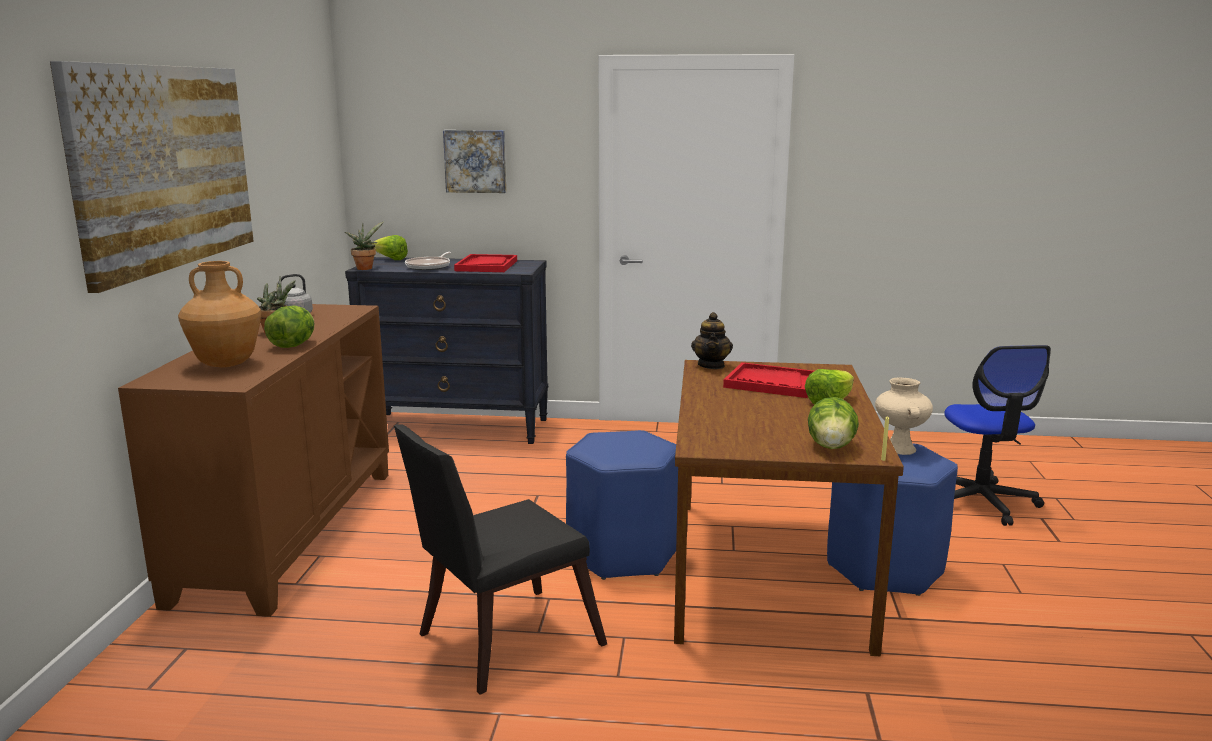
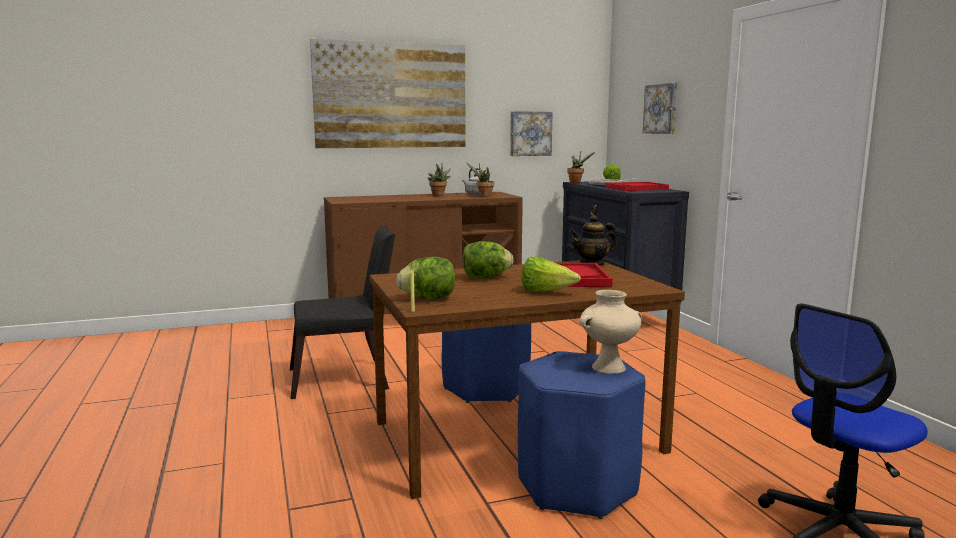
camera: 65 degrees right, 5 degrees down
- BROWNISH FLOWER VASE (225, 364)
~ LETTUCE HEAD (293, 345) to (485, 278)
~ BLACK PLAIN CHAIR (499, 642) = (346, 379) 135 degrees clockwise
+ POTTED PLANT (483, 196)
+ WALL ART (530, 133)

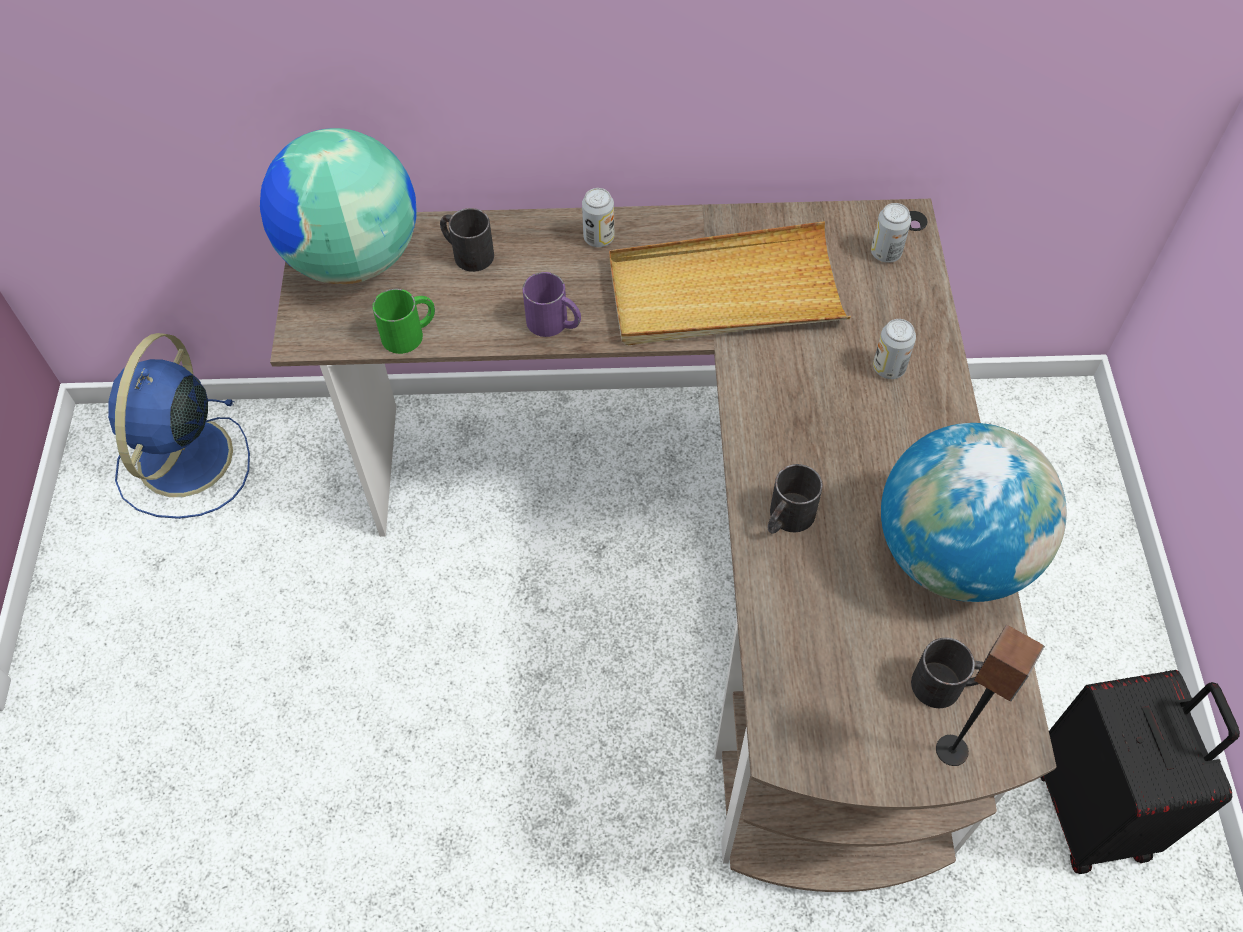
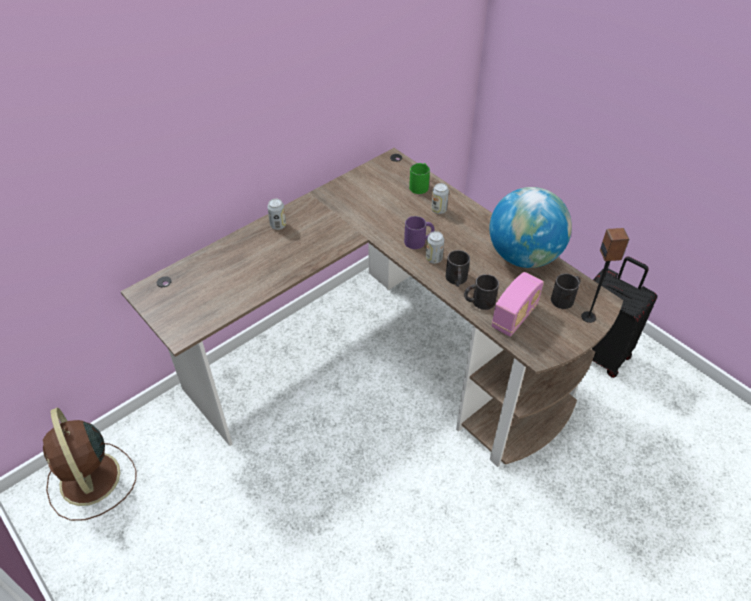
camera: 40 degrees left, 10 degrees down
~ BLUE FAN (184, 461) to BROWNISH FAN (91, 481)
- WORLD GLOBE (352, 258)
~ GREEN-COLOURED COFFEE MUG (410, 333) to (420, 185)
~ BLACK COFFEE MUG (467, 252) to (479, 301)
~ PURPLE-COLOURED COFFEE MUG (554, 323) to (419, 241)
- BEIGE-COLOURED CARRYING TRAY (724, 293)
~ SEALED CAN (885, 253) to (434, 259)
+ RADIO (514, 317)

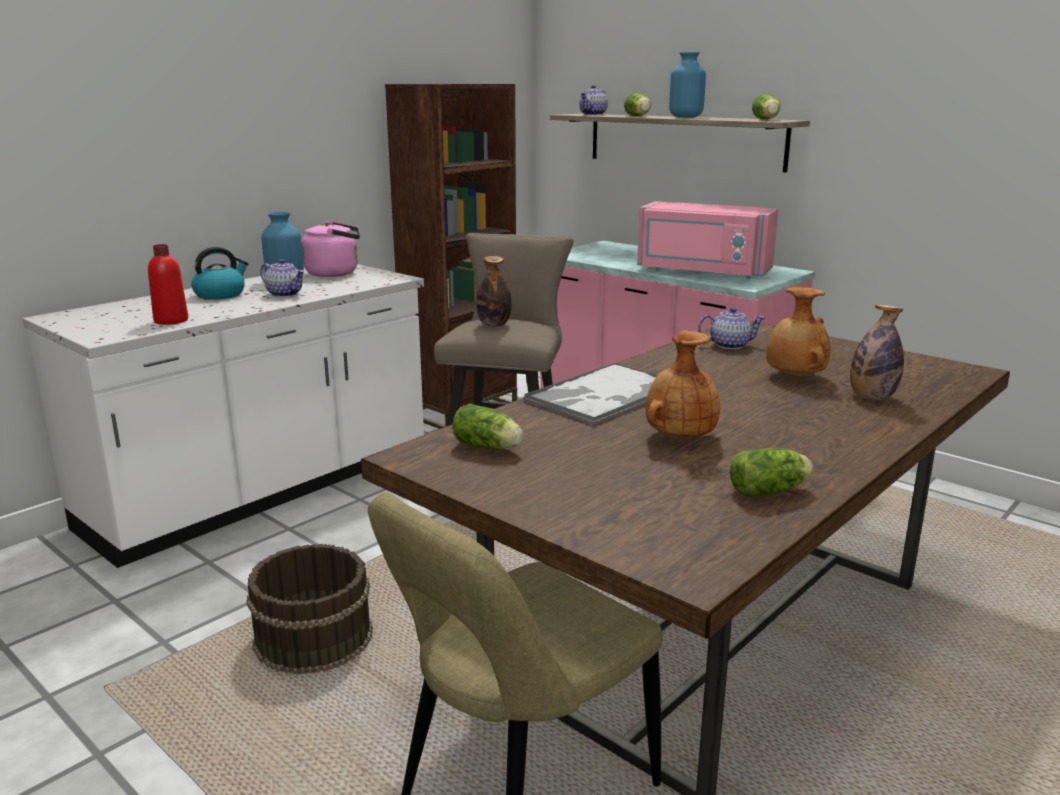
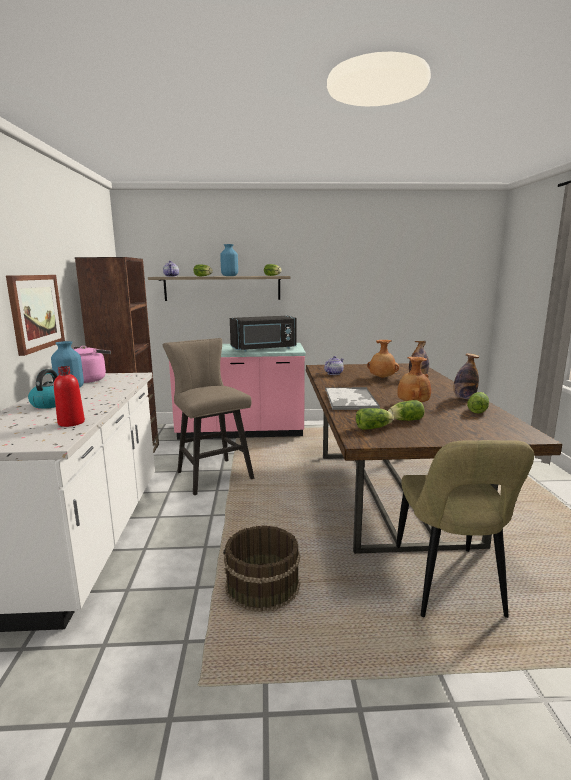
camera: 45 degrees left, 5 degrees down
- POT FOR TEA (285, 294)
~ DRINK BOTTLE (494, 325) to (464, 398)
~ PINKISH MICROWAVE OVEN (702, 272) to BLACK MICROWAVE OVEN (264, 349)
+ WALL ART (36, 312)
+ LETTUCE HEAD (404, 420)

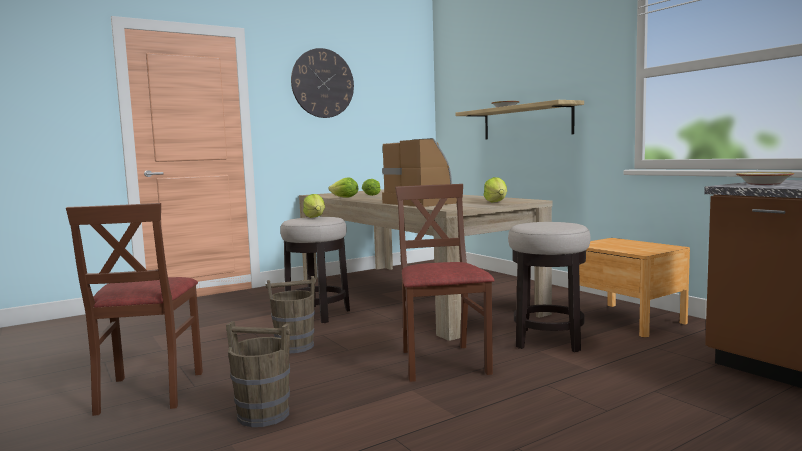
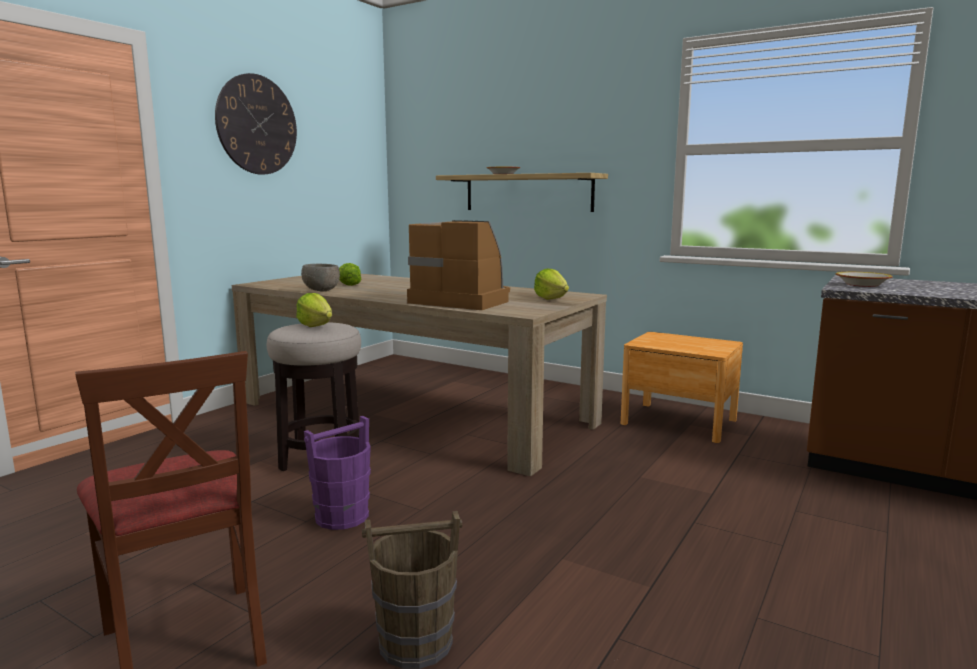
camera: 25 degrees left, 5 degrees up
~ BROWNISH PAIL (294, 346) to PURPLE-COLOURED PAIL (341, 516)
~ LETTUCE HEAD (345, 197) to GRAY DEEP DISH (321, 291)
- BROWNISH PLAIN CHAIR (442, 362)
- SITTING STOOL (548, 340)

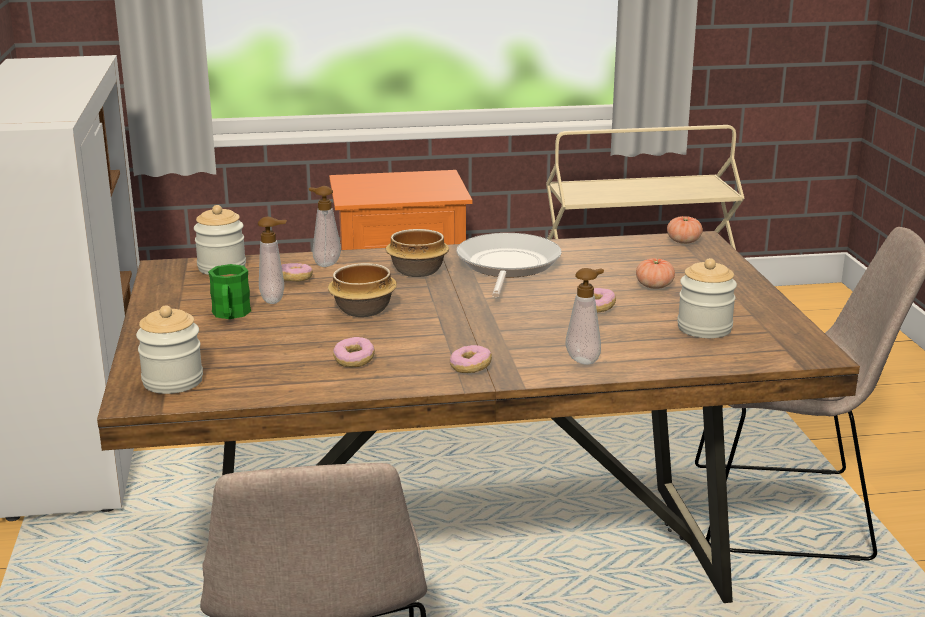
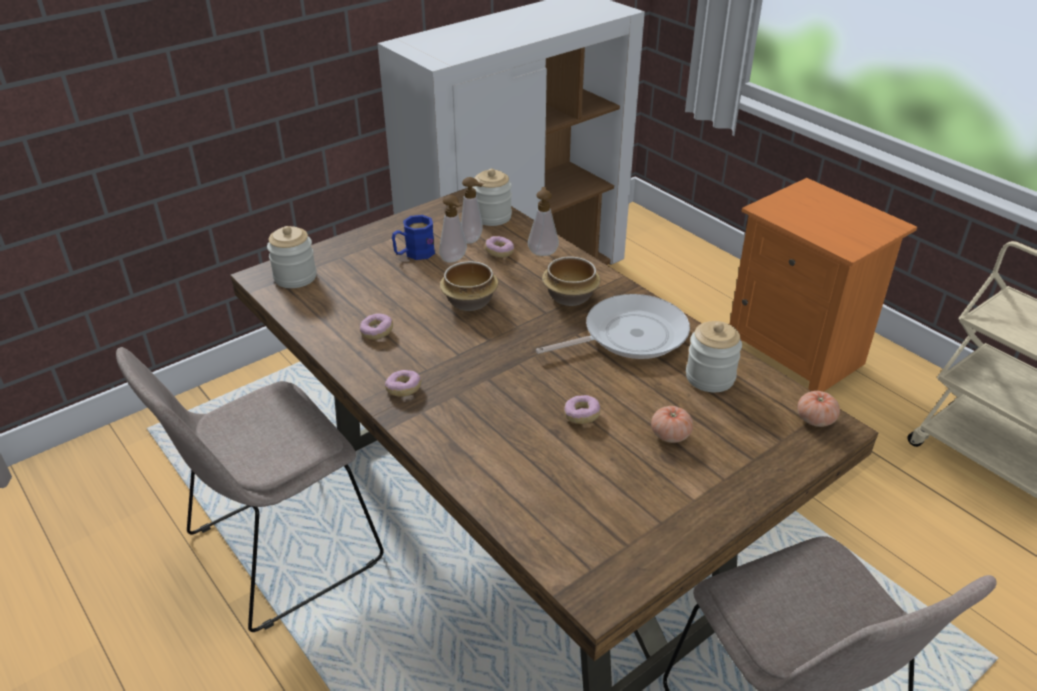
camera: 60 degrees right, 15 degrees up
~ GREEN-COLOURED COFFEE MUG (230, 315) to BLUE COFFEE MUG (414, 254)
~ SOAP BOTTLE (585, 359) to (474, 240)
~ JAR (704, 328) to (710, 377)

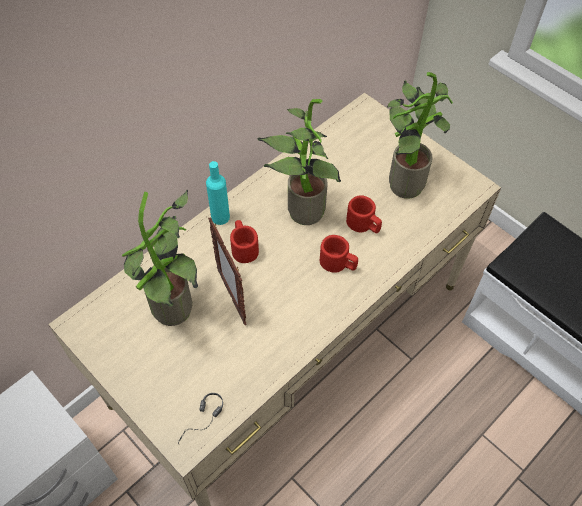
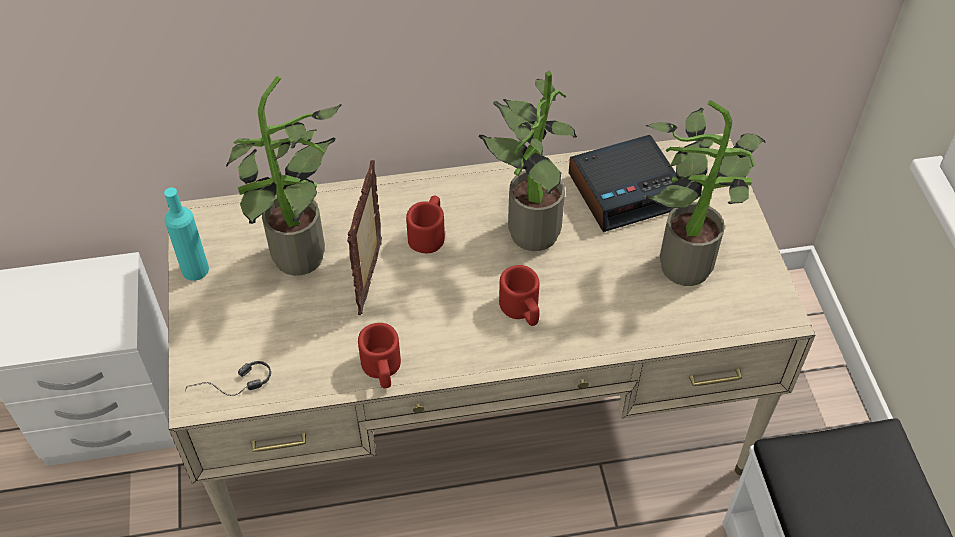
camera: 35 degrees right, 5 degrees down
~ BLUE-GREEN DRINK BOTTLE (220, 217) to (195, 270)
~ REDDISH COFFEE MUG (364, 225) to (382, 369)
+ TABLE CLOCK (625, 190)

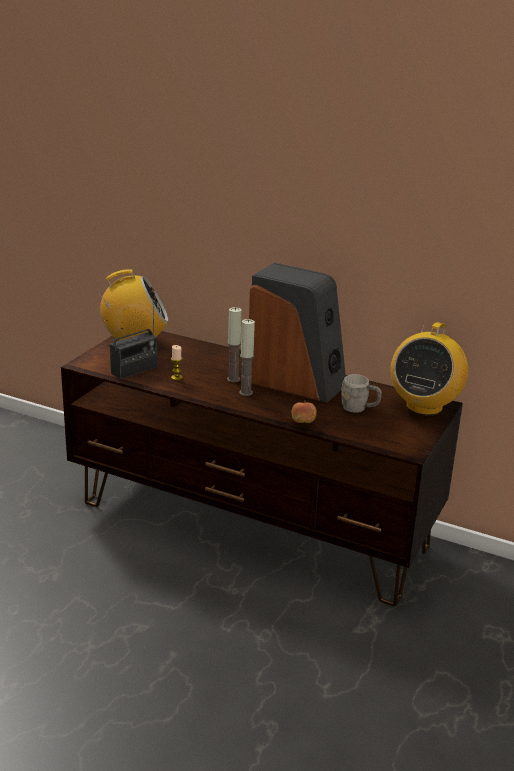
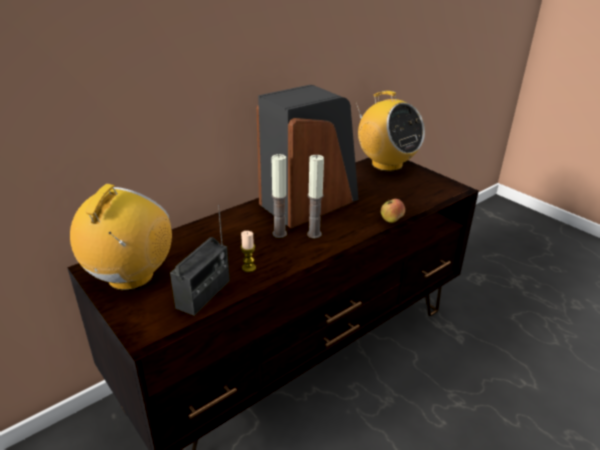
camera: 65 degrees left, 5 degrees up
~ RADIO (134, 370) = (203, 294) 45 degrees clockwise
- GRAY COFFEE MUG (359, 409)

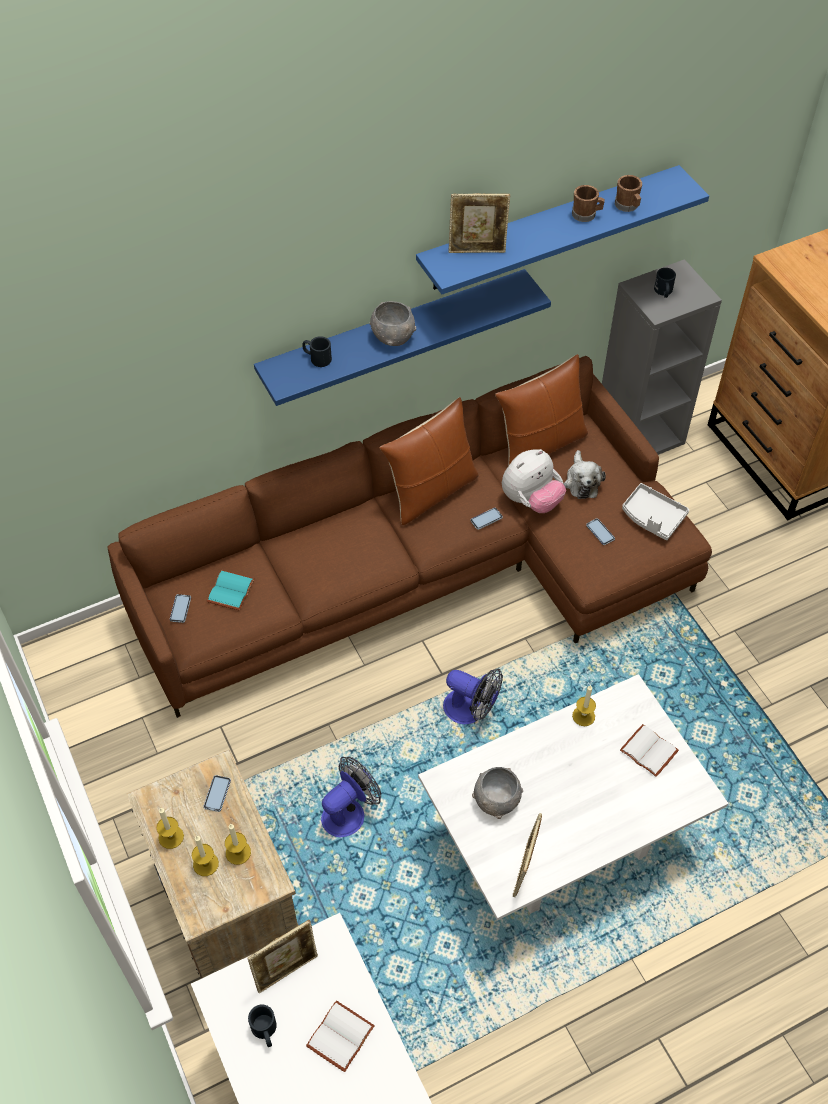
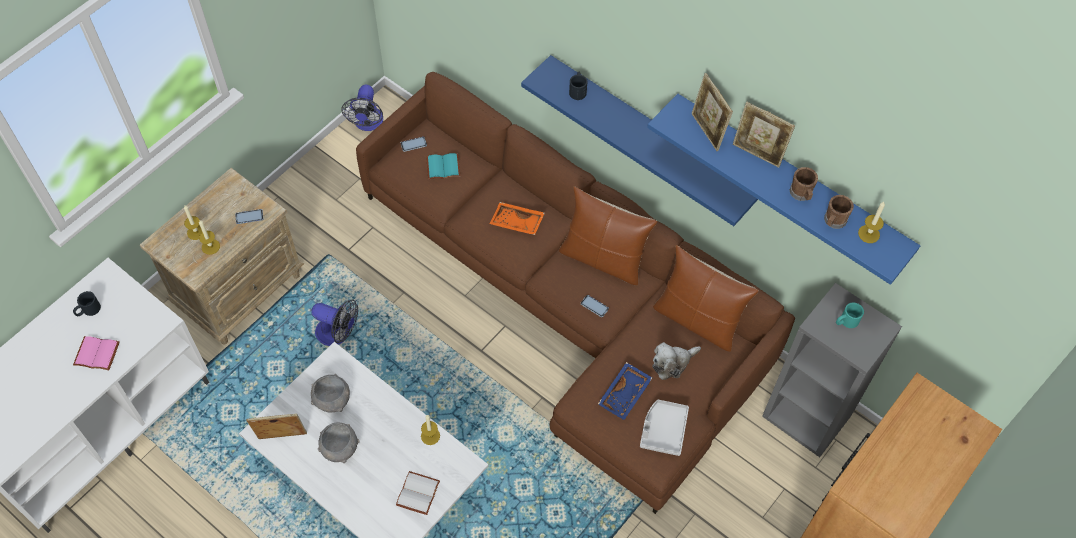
camera: 65 degrees right, 5 degrees up
~ WAX LIGHT (171, 837) to (868, 234)
~ STANDING FRAME (287, 970) to (757, 154)
~ WHITE BOOK (341, 1038) to PINKISH BOOK (96, 355)
~ GRAY DEEP DISH (393, 336) to (340, 448)
~ FAN (471, 710) to (367, 123)
- PLUSH TOY (531, 500)
~ HANDSET (600, 532) to BLUE CARRYING TRAY (625, 394)
~ BLACK COFFEE MUG (663, 292) to BLUE-GREEN COFFEE MUG (846, 321)
+ ORANGE CARRYING TRAY (516, 223)

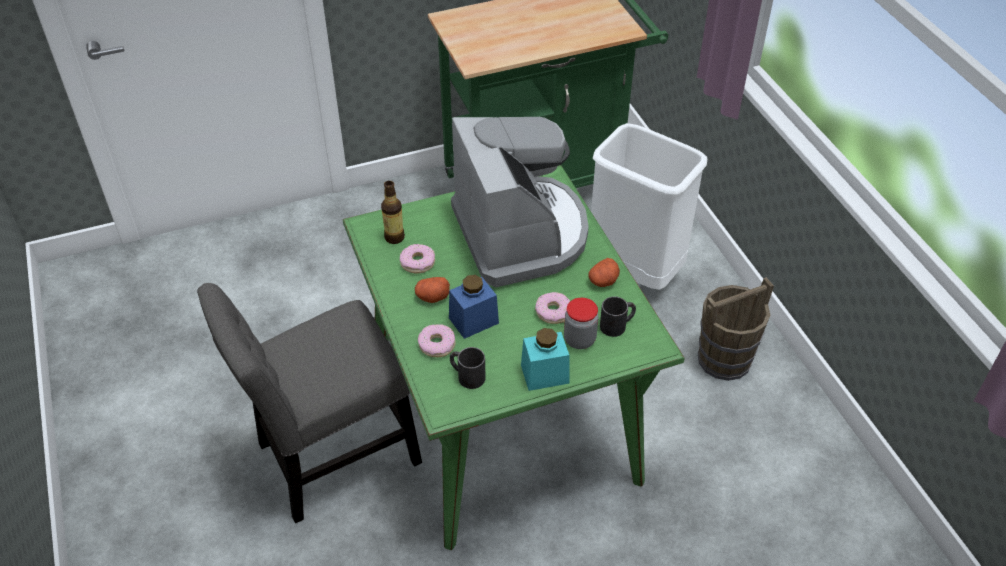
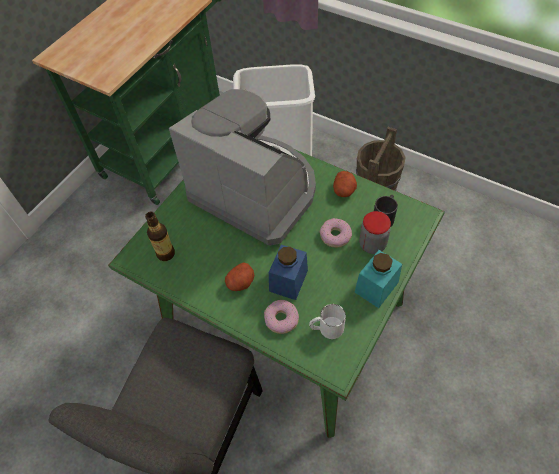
camera: 35 degrees left, 10 degrees up
- DONUT (417, 263)
~ BLACK COFFEE MUG (466, 375) to WHITE COFFEE MUG (326, 328)

